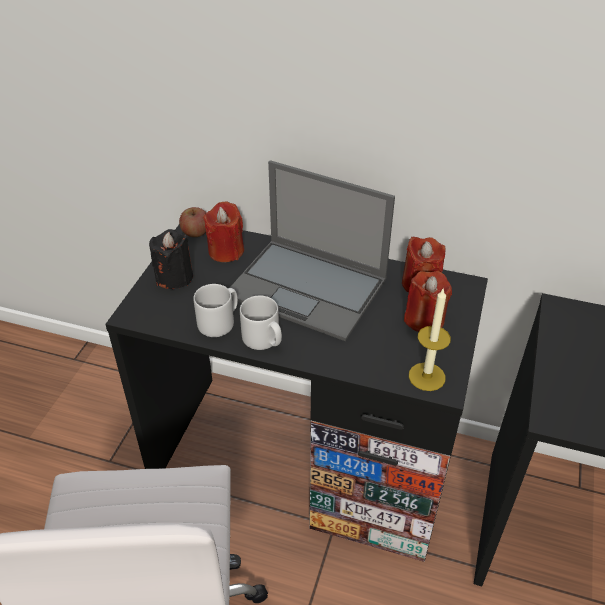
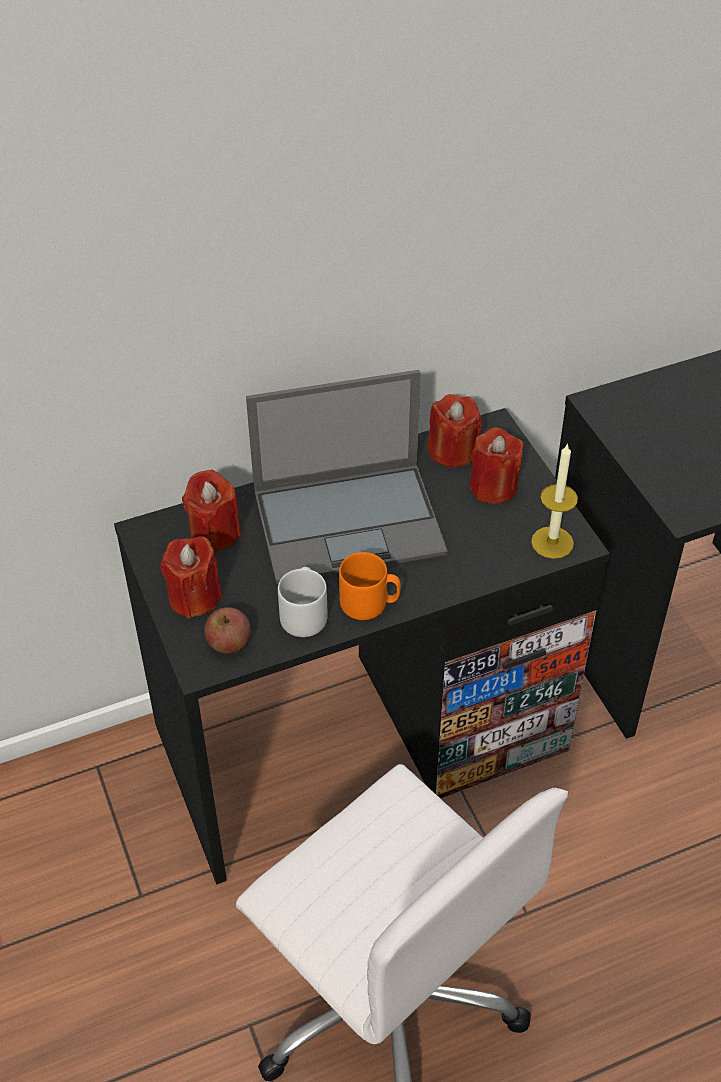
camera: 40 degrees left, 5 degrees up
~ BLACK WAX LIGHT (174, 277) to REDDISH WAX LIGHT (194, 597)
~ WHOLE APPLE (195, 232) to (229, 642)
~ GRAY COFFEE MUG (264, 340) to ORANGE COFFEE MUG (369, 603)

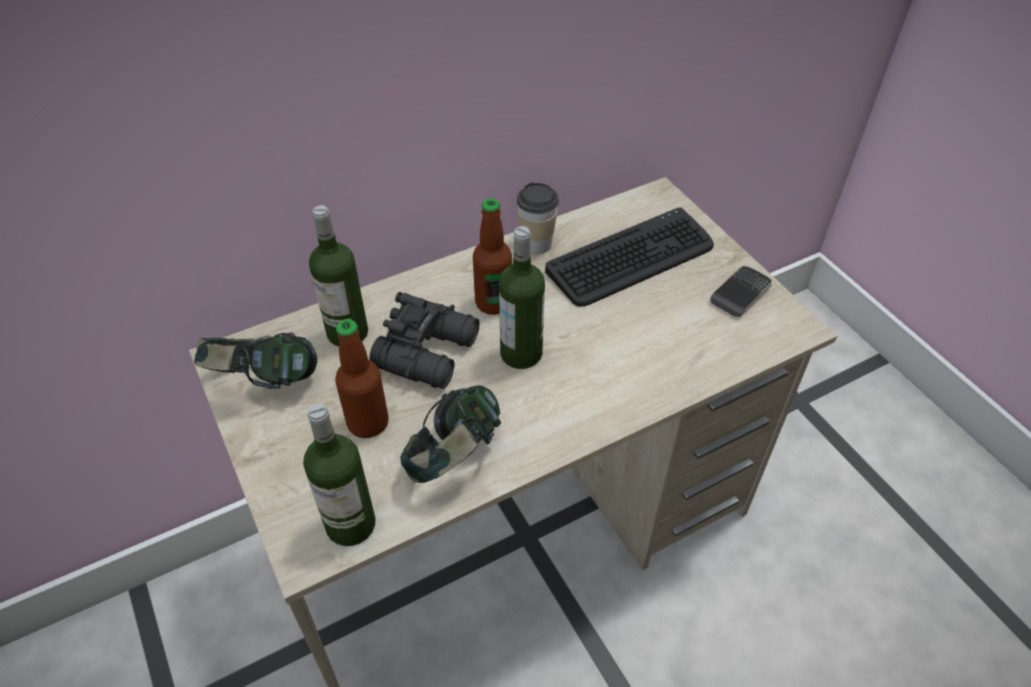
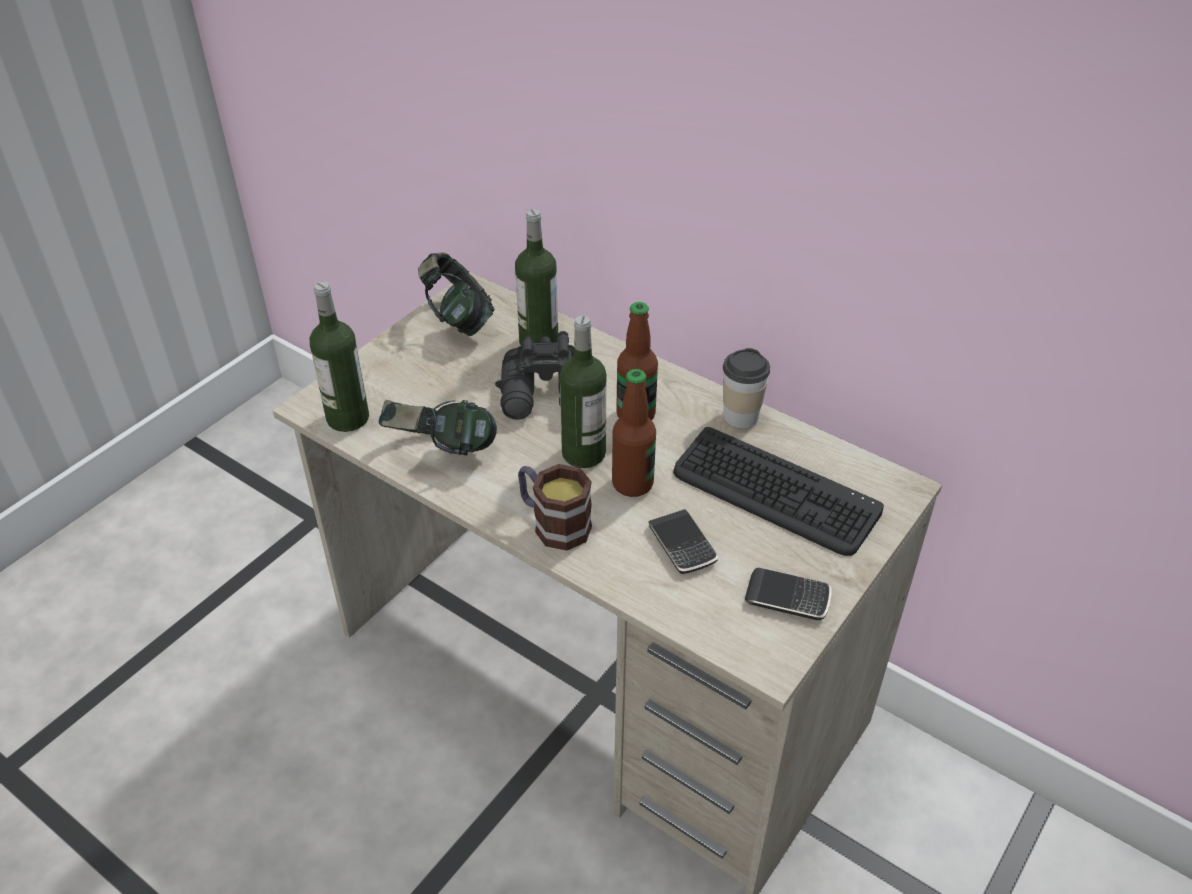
camera: 65 degrees right, 5 degrees down
~ DRINK BOTTLE (368, 423) to (632, 484)
+ COFFEE MUG (553, 523)
+ HANDSET (682, 545)

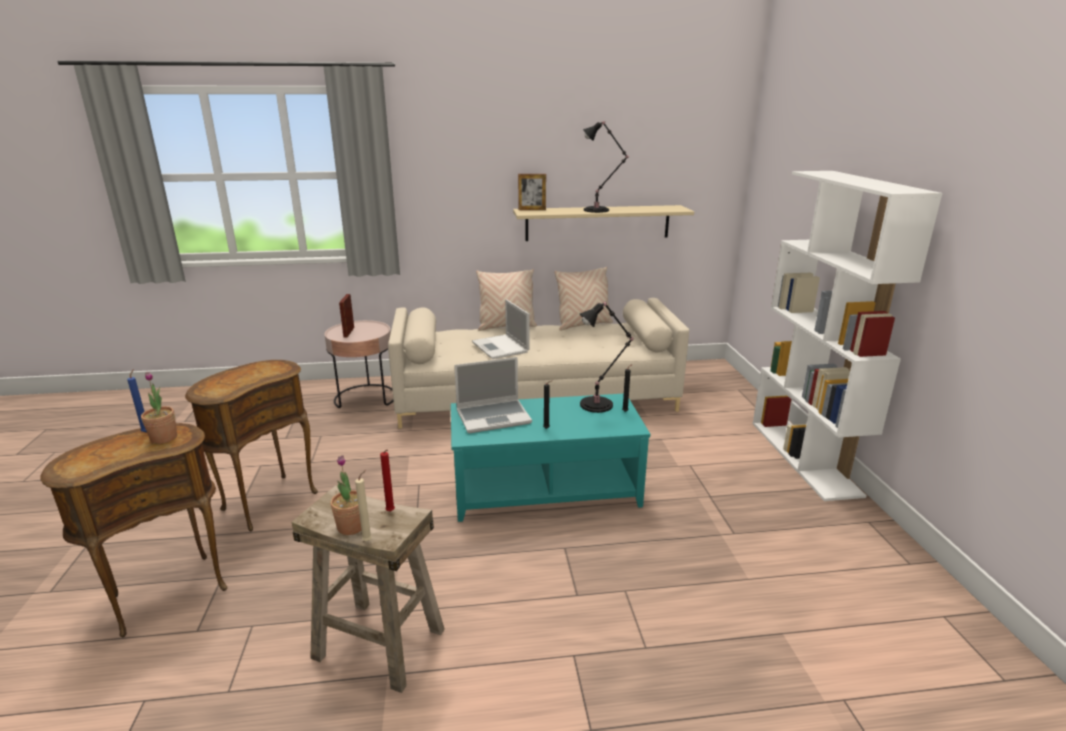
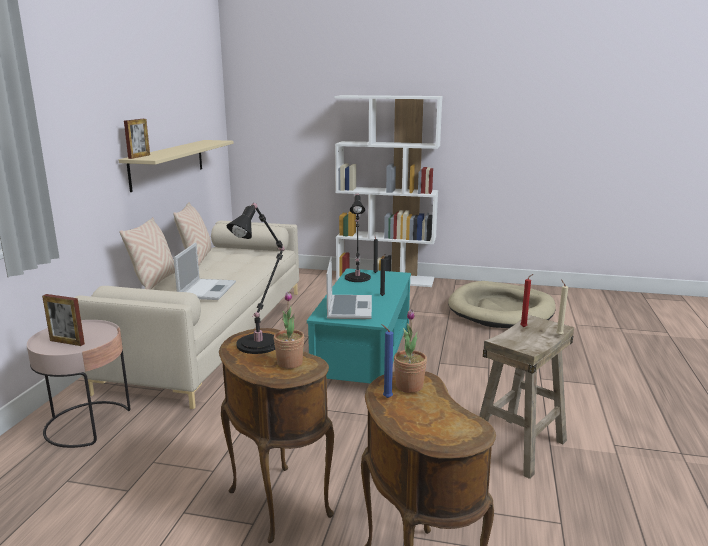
camera: 70 degrees left, 5 degrees down
~ POTTED PLANT (351, 526) to (289, 363)
~ NOTEBOOK COMPUTER (501, 347) = (207, 289) 75 degrees counterclockwise
~ BLACK LAMP FOR A TABLE (598, 210) to (261, 342)
+ BEIGE-COLOURED DOG CUSHION (501, 310)

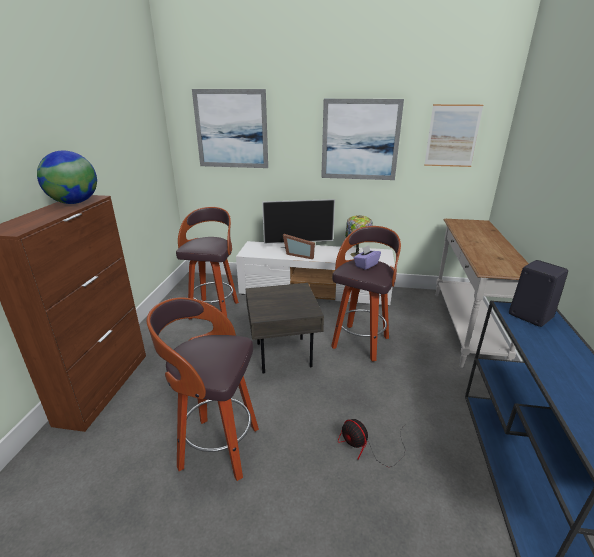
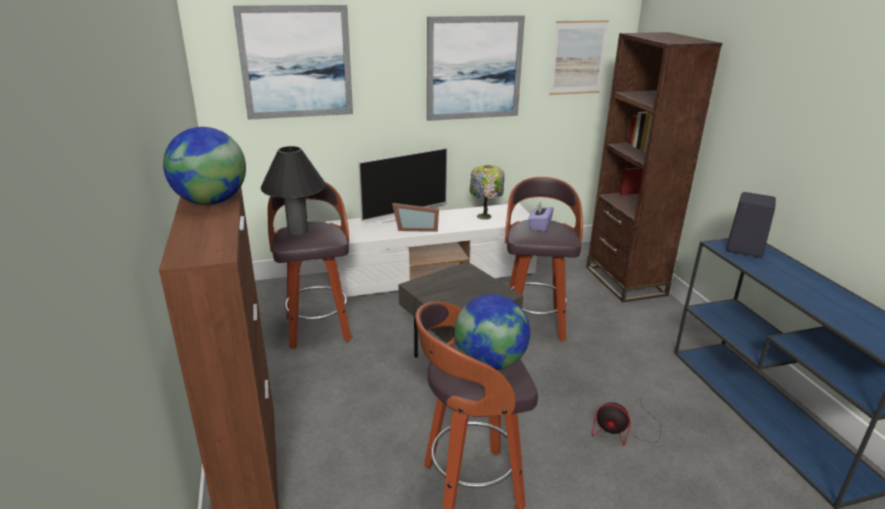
camera: 25 degrees left, 0 degrees up
~ WHITE HALL TABLE (464, 327) to BROWNISH SHELVING UNIT (625, 281)
+ BLACK LAMP FOR A TABLE (298, 231)
+ WORLD GLOBE (490, 362)

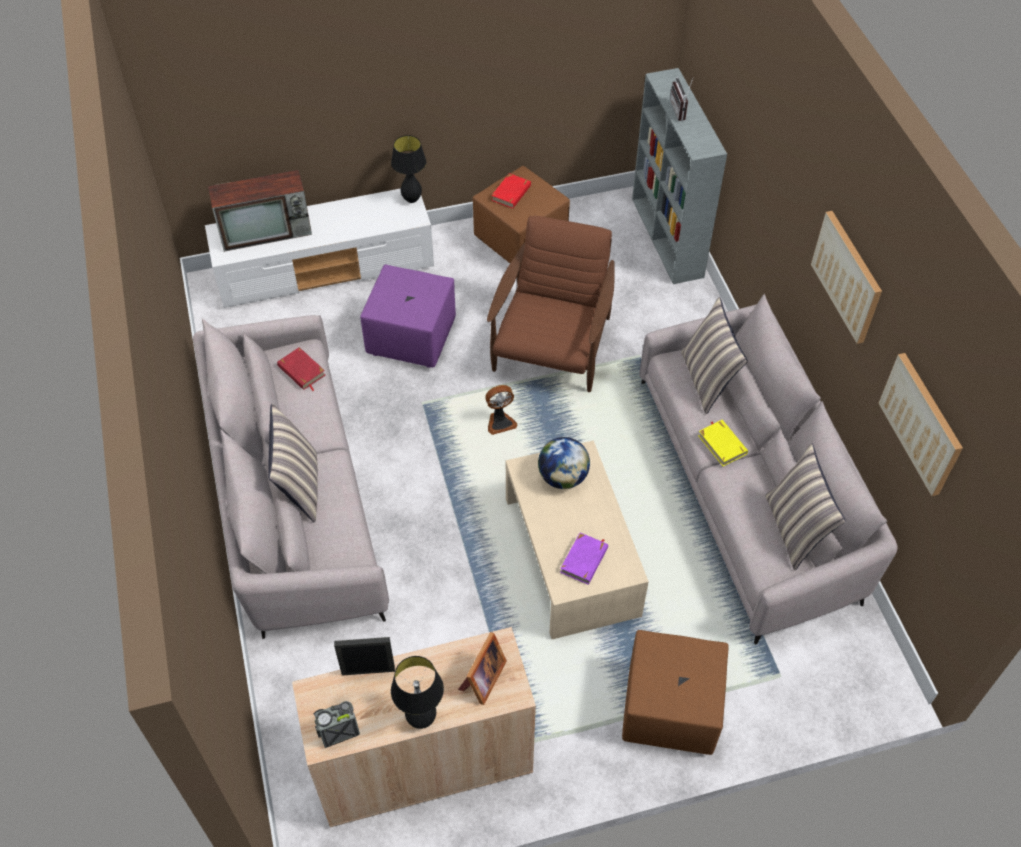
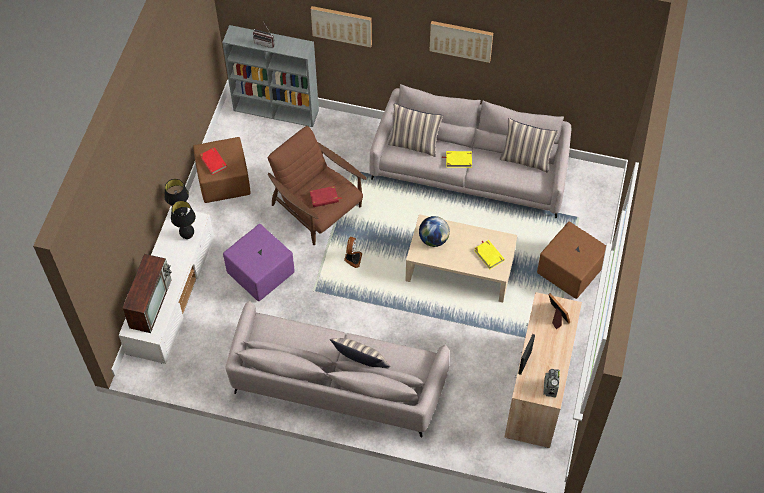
camera: 60 degrees left, 5 degrees up
~ REDDISH BOOK (301, 371) to (324, 198)
~ BLACK LAMP FOR A TABLE (421, 720) to (187, 236)
~ PURPLE-COLOURED BOOK (584, 560) to YELLOWISH BOOK (489, 255)
~ WALL ART (921, 423) to (342, 25)

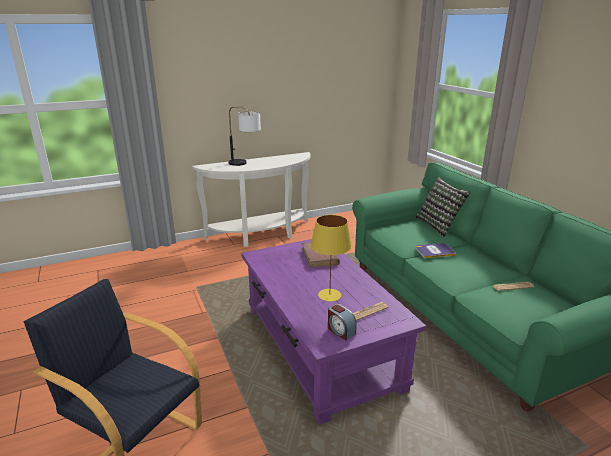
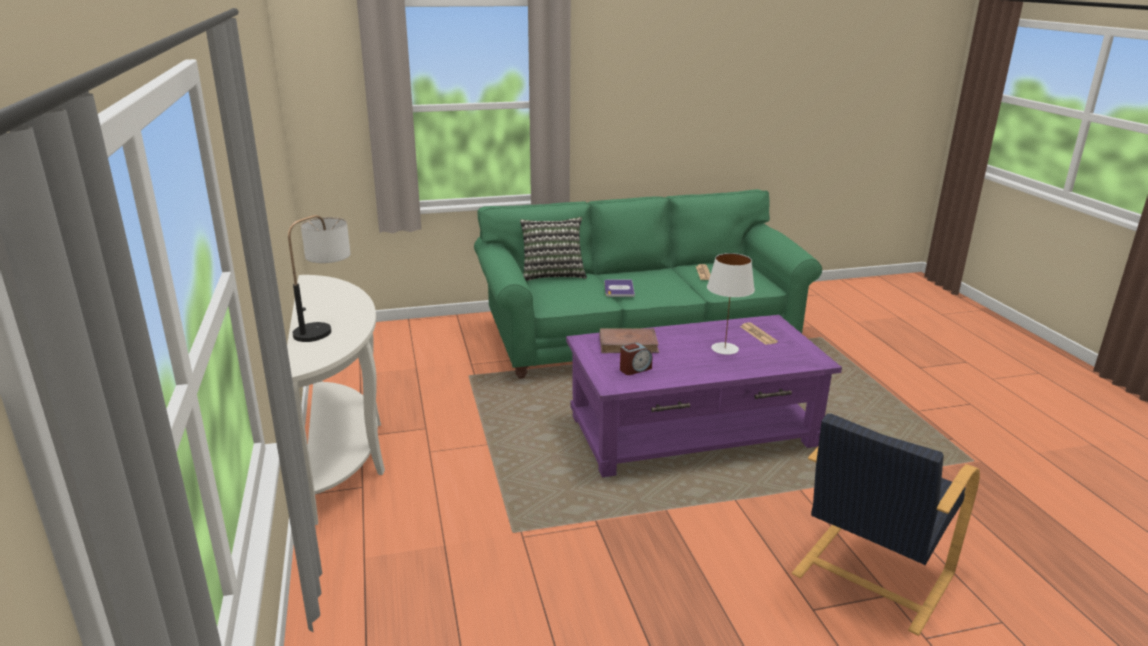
camera: 80 degrees left, 0 degrees up
~ YELLOWISH LAMP FOR A TABLE (329, 295) to WHITE LAMP FOR A TABLE (724, 349)
~ TABLE CLOCK (340, 331) to (635, 369)

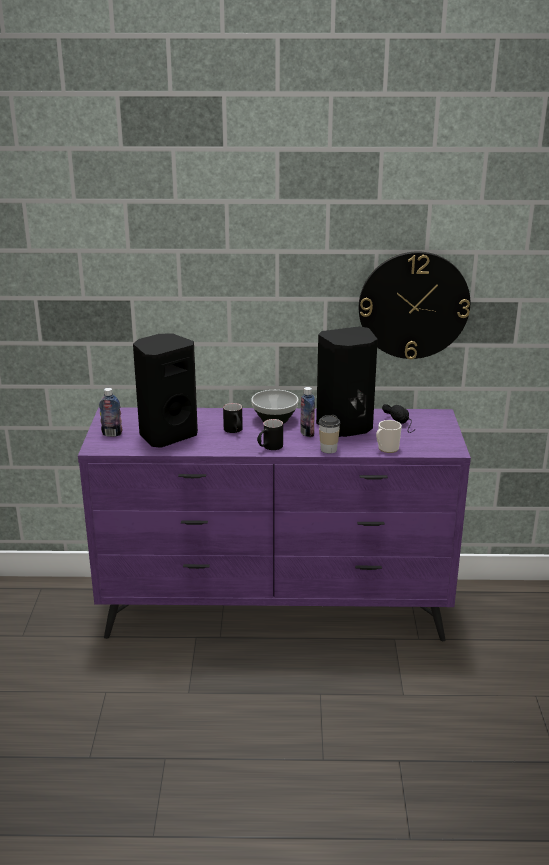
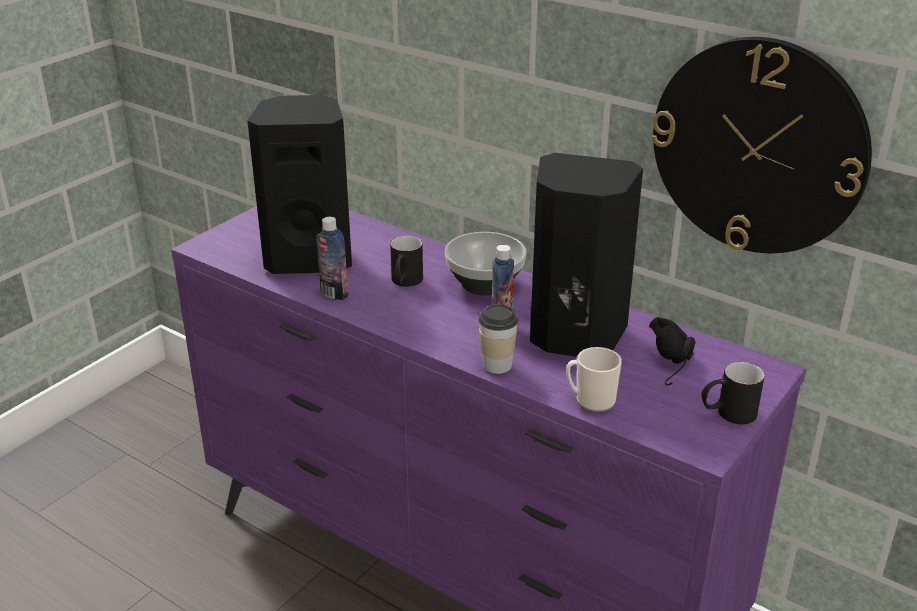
camera: 35 degrees right, 5 degrees up
~ DRINK BOTTLE (112, 434) to (334, 293)
~ BLACK COFFEE MUG (269, 447) to (727, 414)

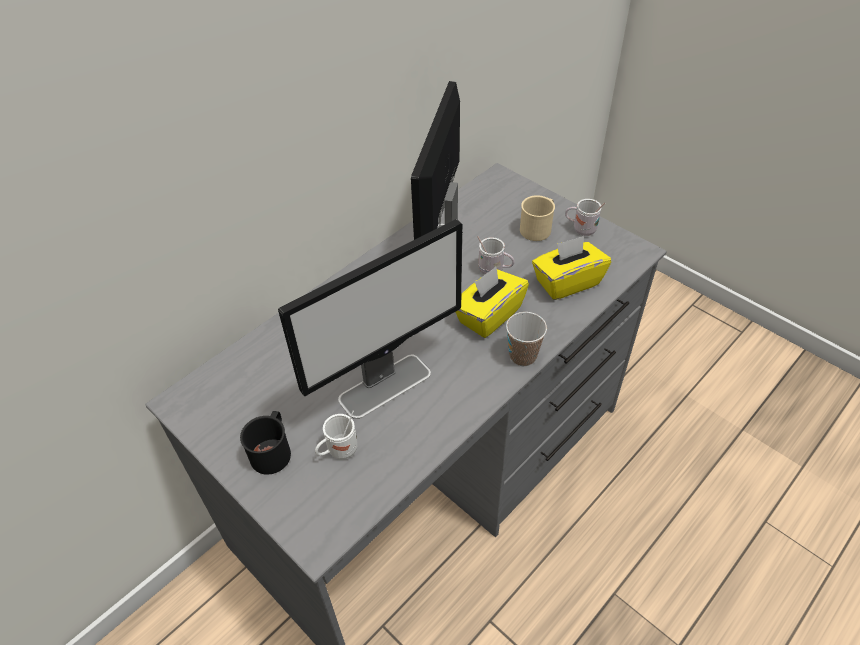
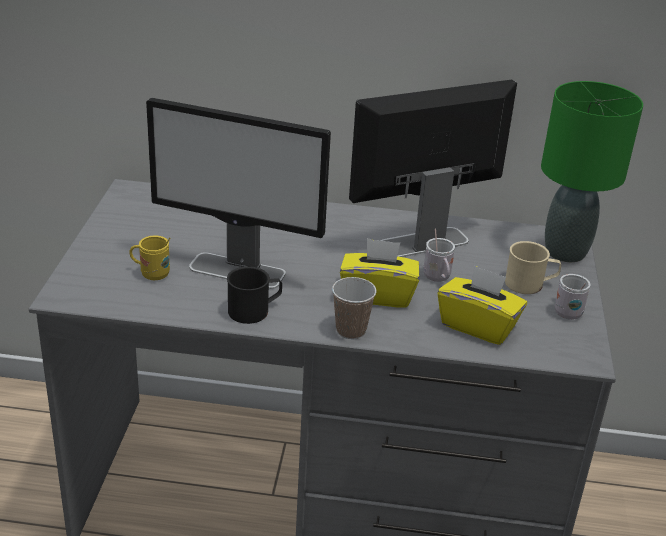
camera: 50 degrees right, 15 degrees down
~ BLACK COFFEE MUG (273, 450) to (254, 310)
~ WHITE COFFEE MUG (338, 451) to YELLOWISH COFFEE MUG (151, 274)
+ GREEN-COLOURED LAMP FOR A TABLE (566, 252)

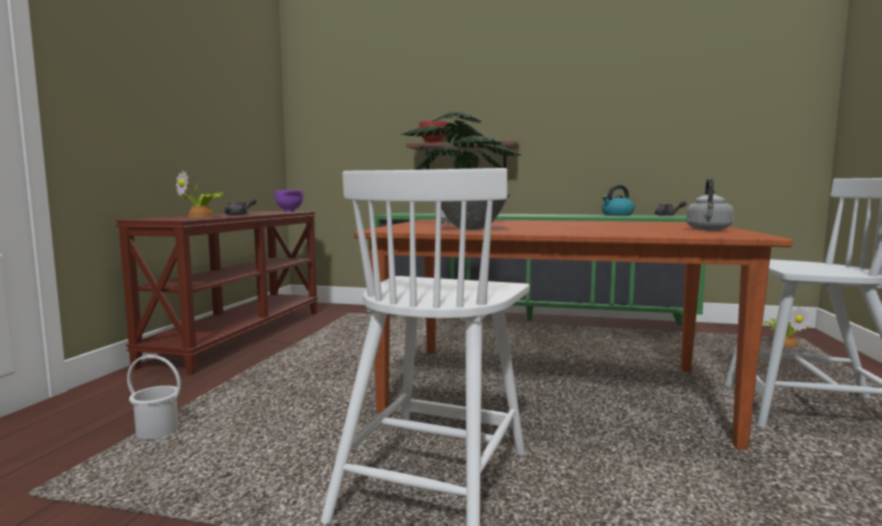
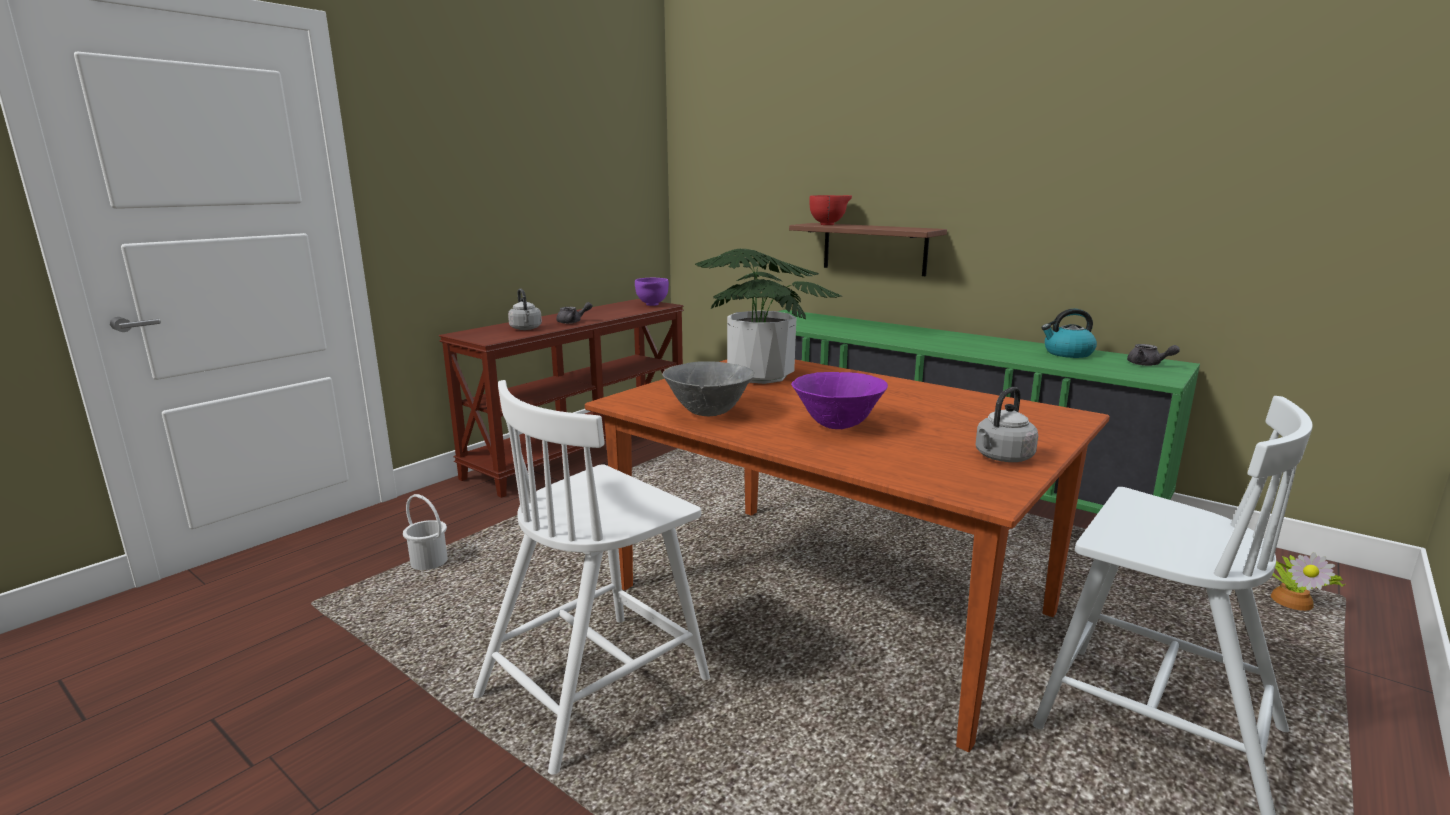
camera: 25 degrees right, 10 degrees up
~ POTTED PLANT (203, 216) to GRAY TEA KETTLE (526, 329)
+ PURPLE-COLOURED DEEP DISH (837, 426)

